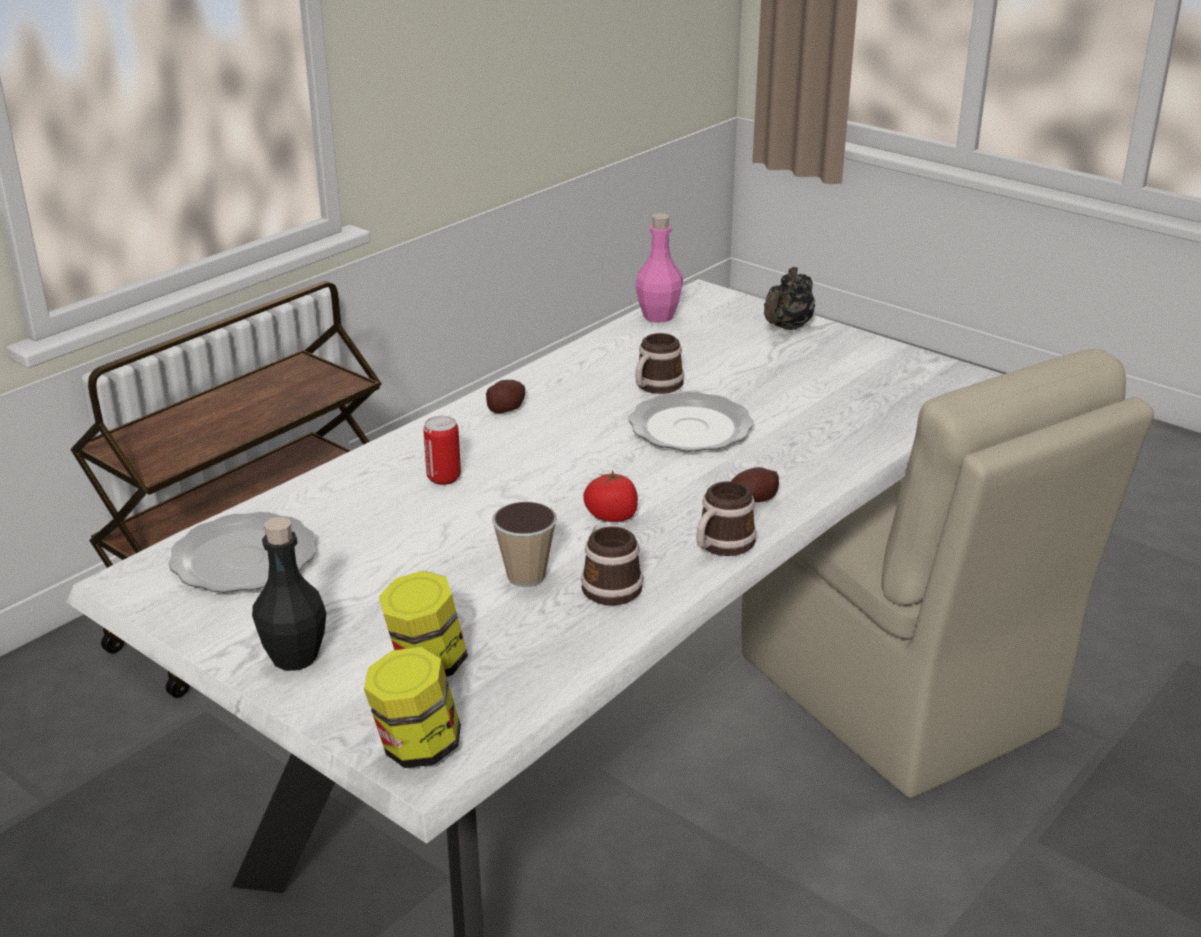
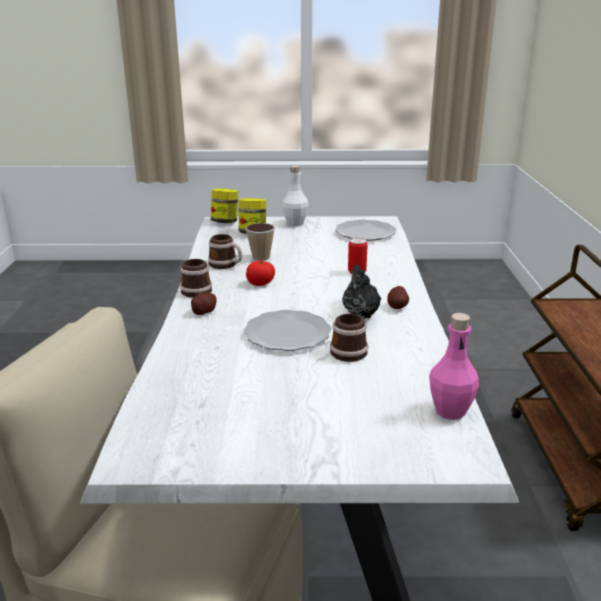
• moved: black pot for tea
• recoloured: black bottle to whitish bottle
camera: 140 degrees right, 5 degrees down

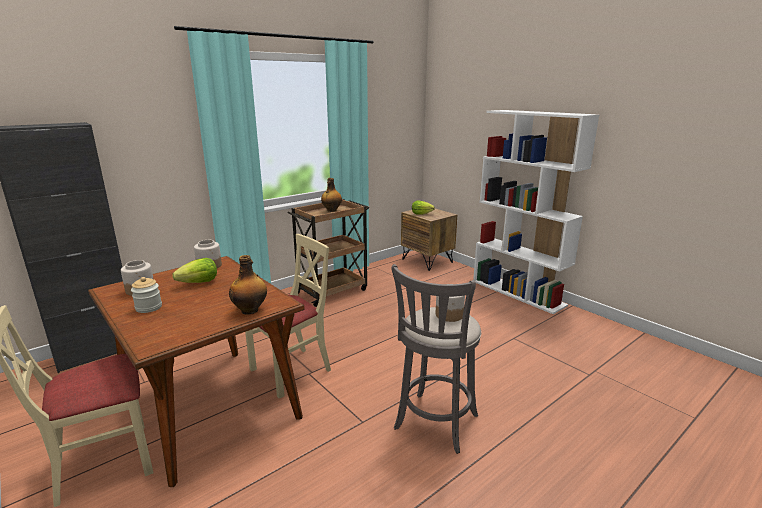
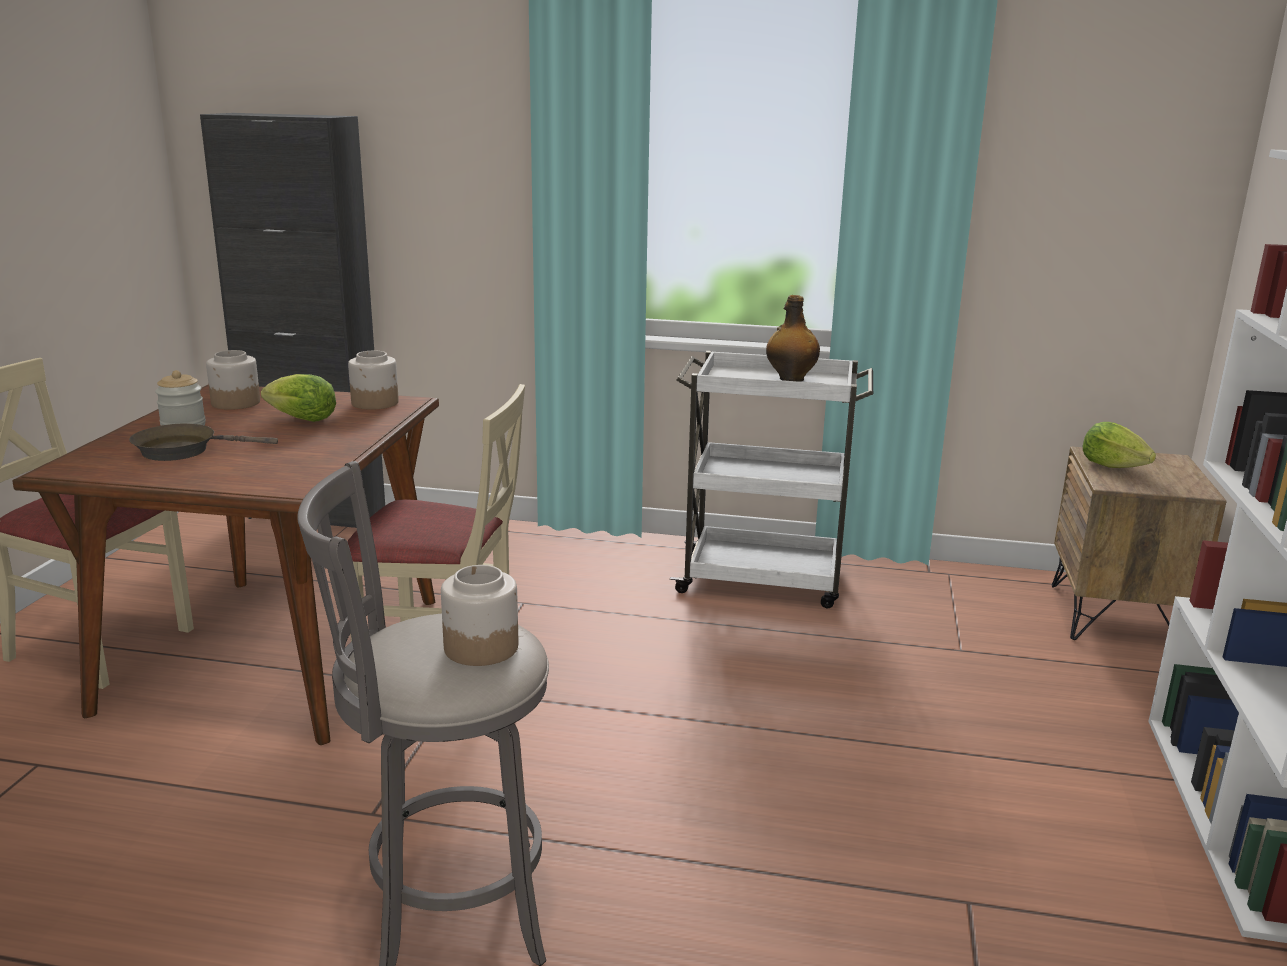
• recoloured: brown cart to whitish cart
• removed: bottle (1st from left)
• added: brown pan
camera: 50 degrees right, 0 degrees up

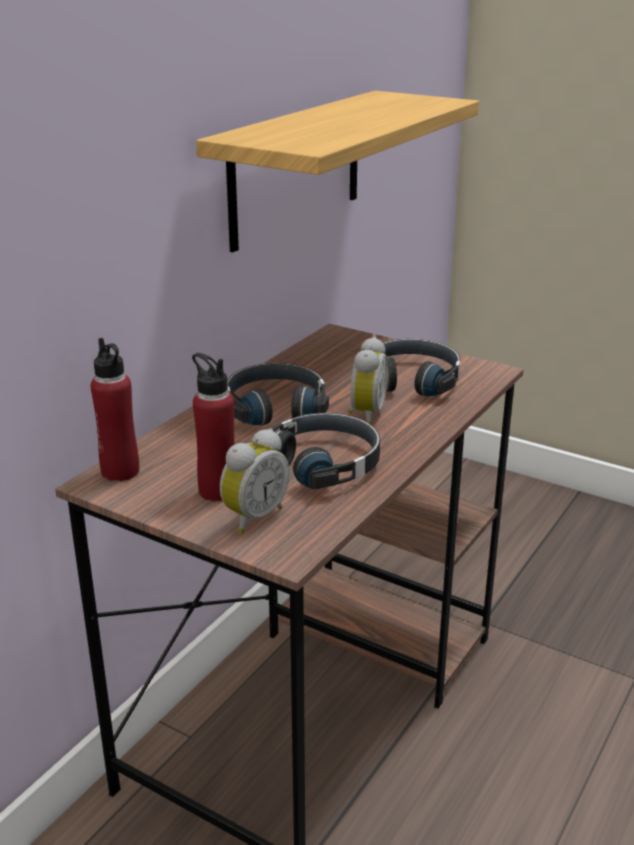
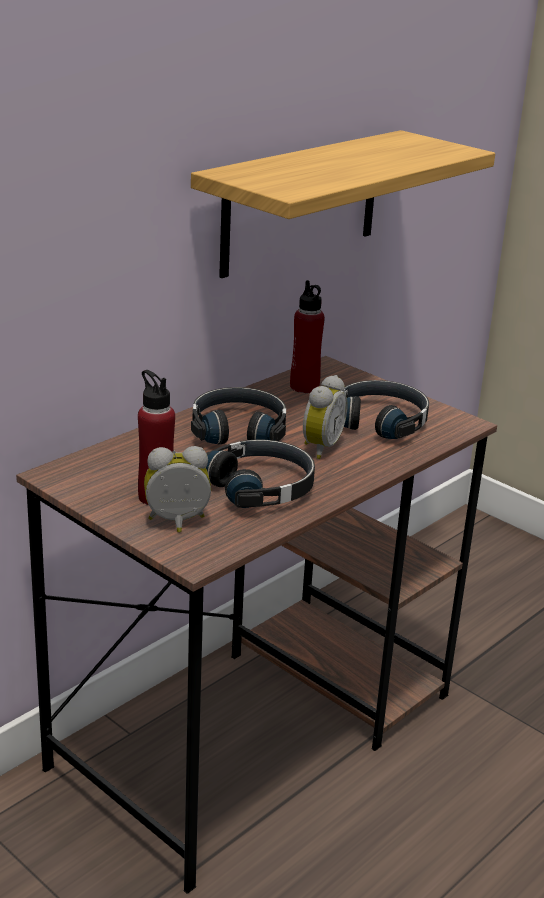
• moved: red-coloured bottle (1st from left in the first image) to red-coloured bottle (2nd from left)
• turned: table clock (1st from left) 150 degrees counterclockwise
camera: 10 degrees right, 0 degrees up

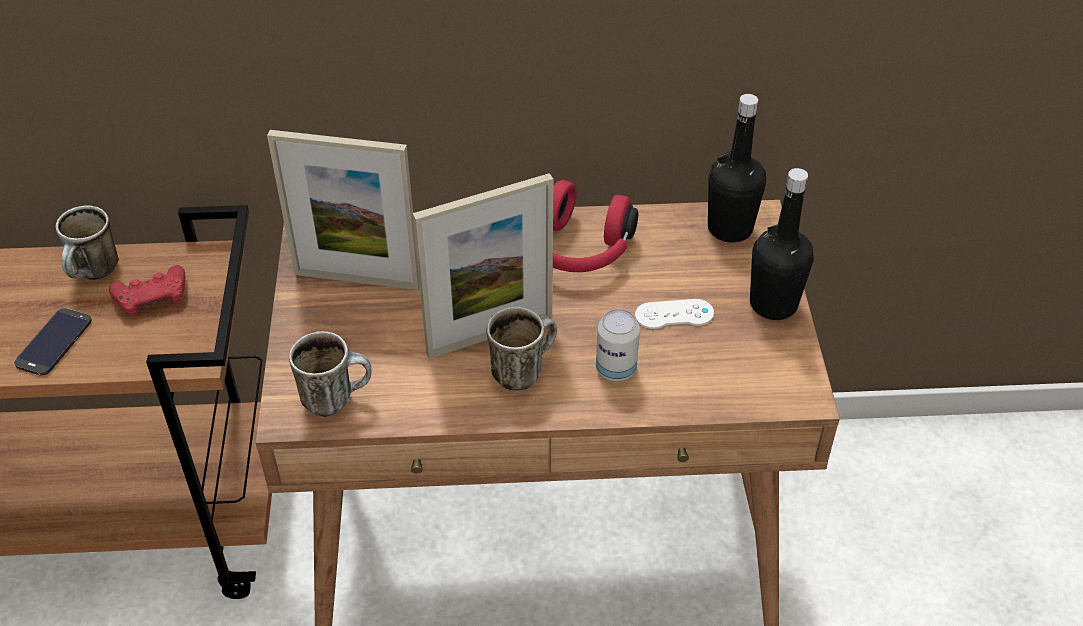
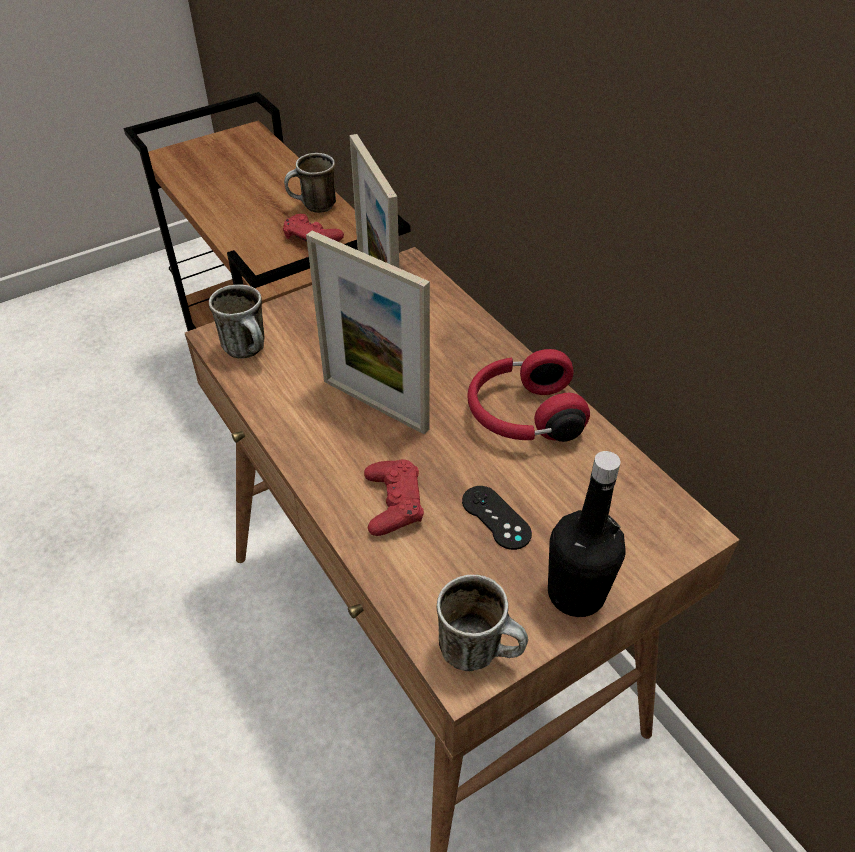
• removed: black bottle (1st from left)
• recoloured: whitish game controller to black game controller
• moved: tea mug (3rd from left)
• removed: phone
• replaced: metal can to red-coloured game controller (2nd from left)
camera: 60 degrees right, 0 degrees up

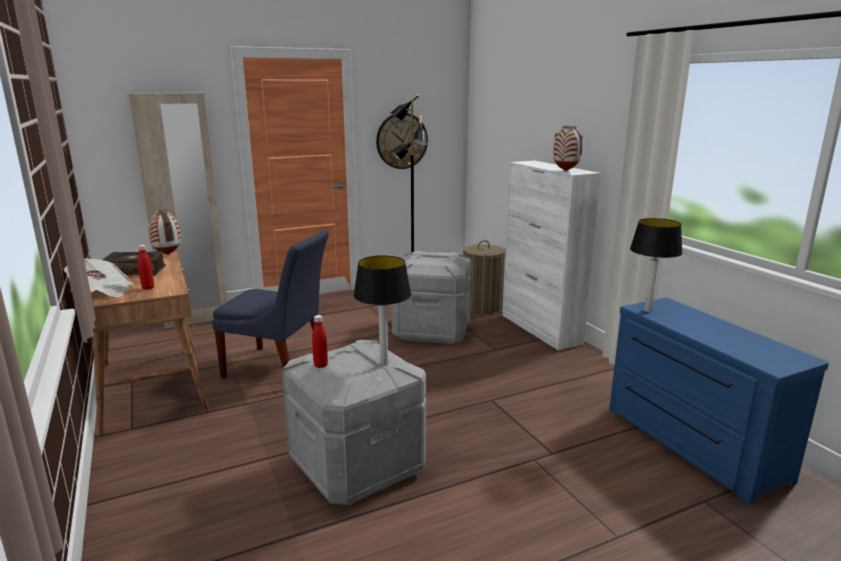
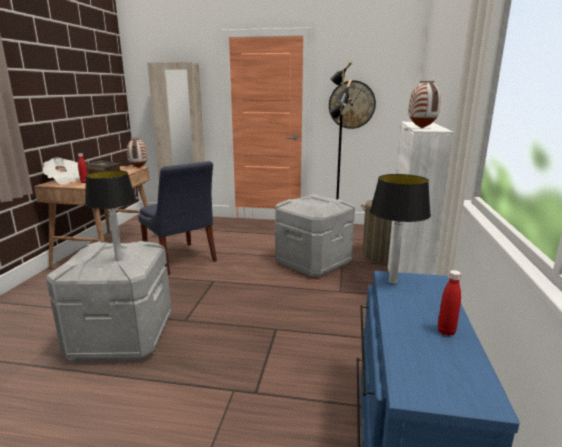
• moved: red-coloured bottle (2nd from left)
camera: 35 degrees right, 0 degrees up

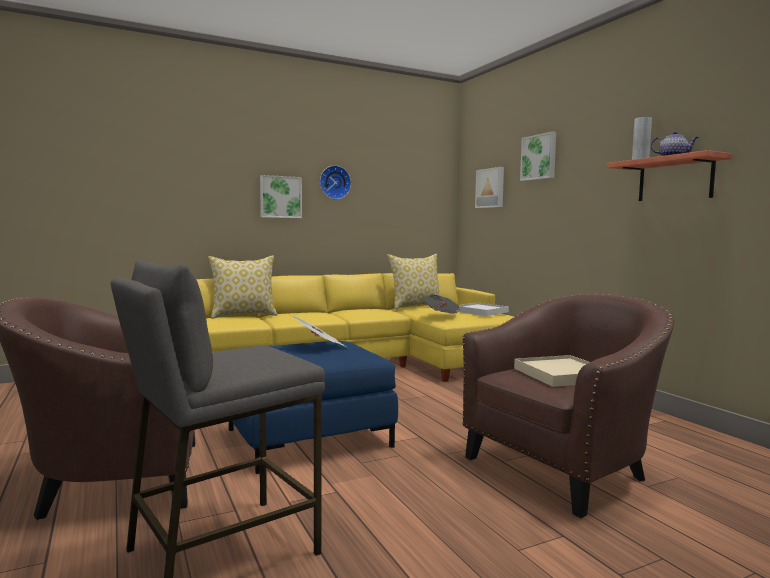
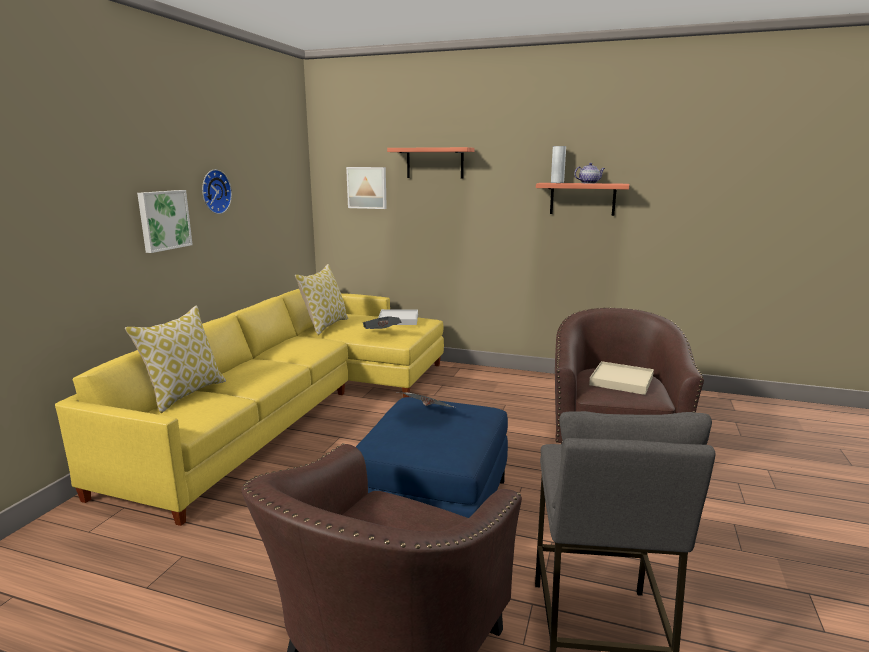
• replaced: picture (3rd from left) to wall shelf (1st from left)
camera: 45 degrees left, 10 degrees up

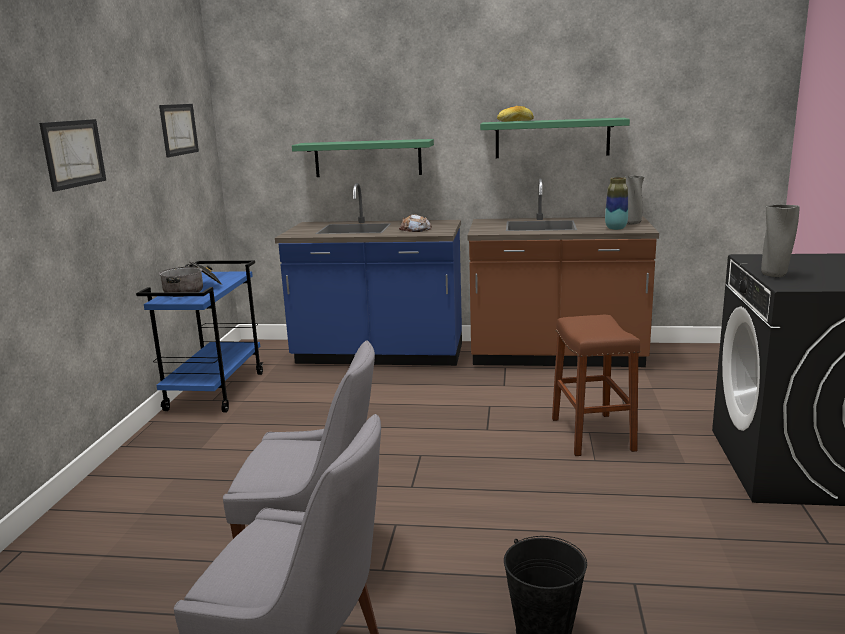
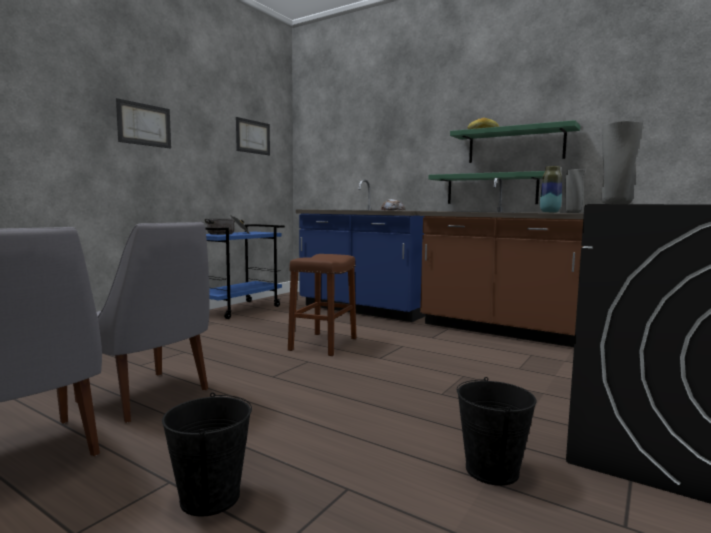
• moved: green wall shelf (1st from left)
• moved: brown sitting stool
• added: black water bucket (2nd from left)
camera: 25 degrees right, 10 degrees down

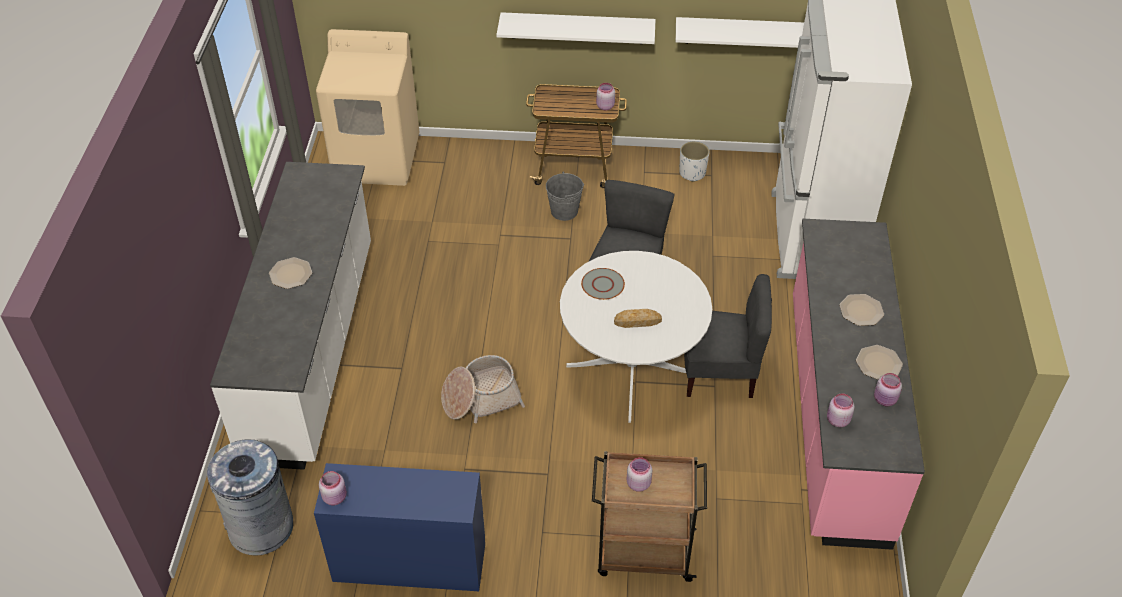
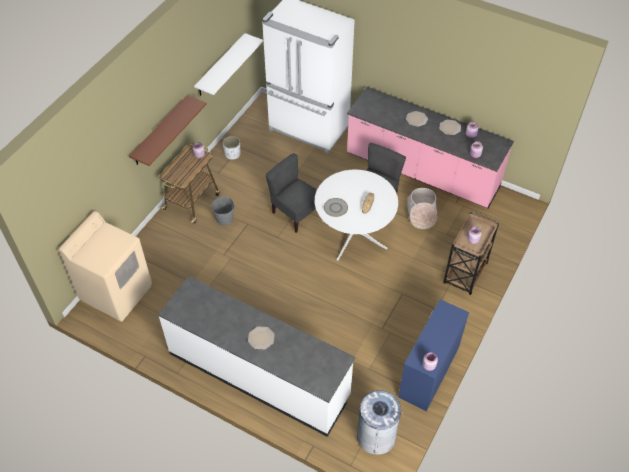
• recoloured: whitish wall shelf (1st from left) to brown wall shelf
• moved: household basket
camera: 65 degrees left, 5 degrees up

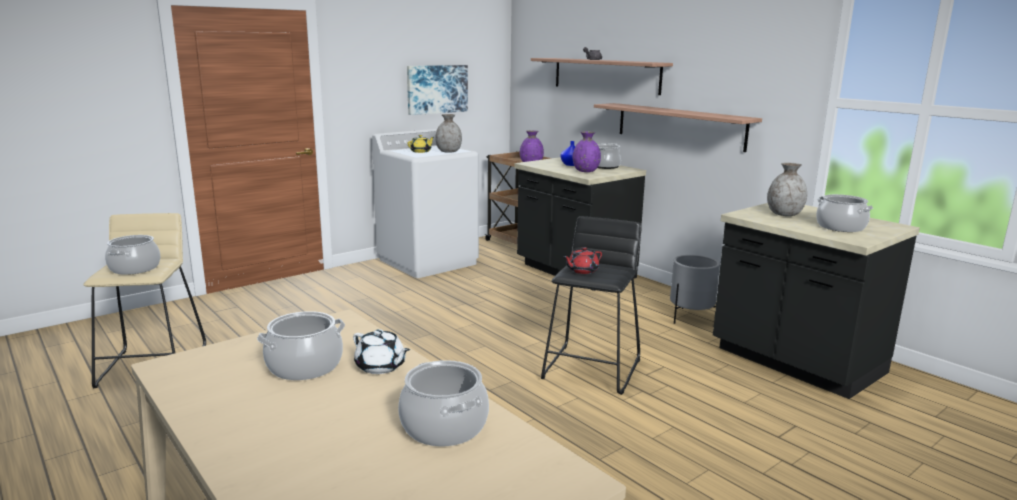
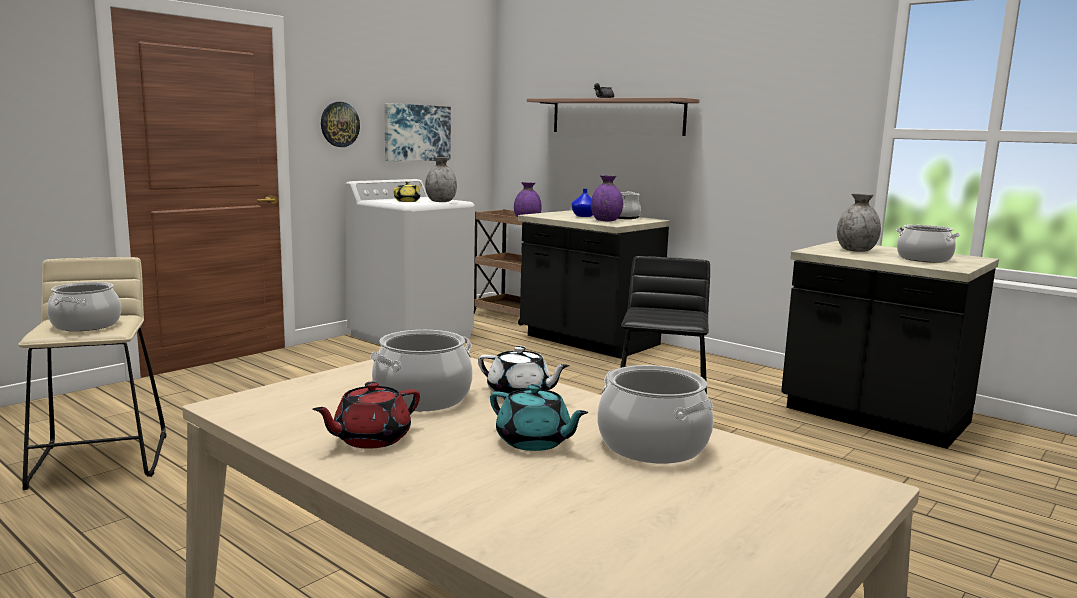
• removed: wall shelf (2nd from left)
• moved: red-coloured pot for tea
• removed: grey planter
• added: clock on the wall
• added: blue-green pot for tea
camera: 10 degrees left, 5 degrees down

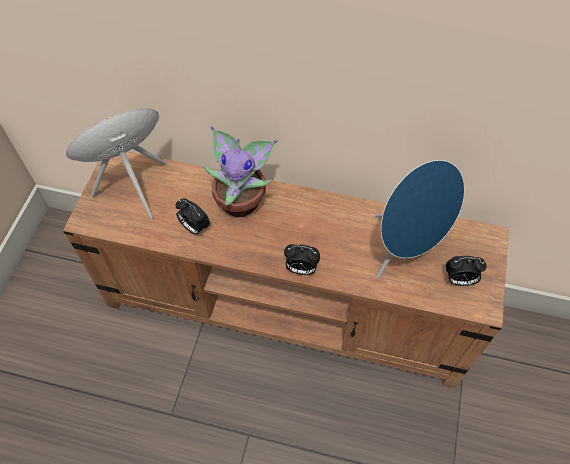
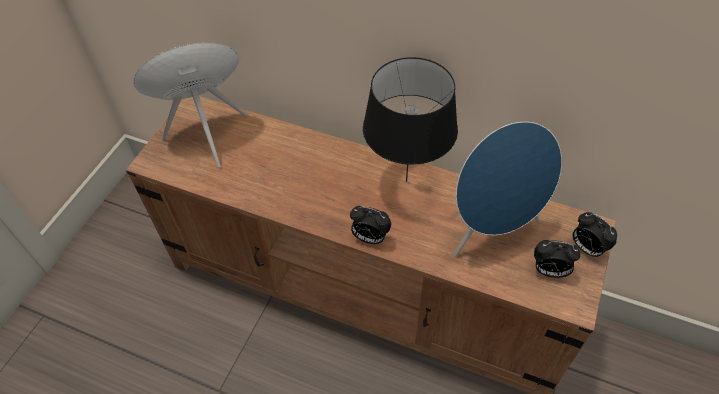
• removed: houseplant
• moved: table clock (1st from left in the first image) to table clock (3rd from left)
• added: black tabletop lamp
camera: 10 degrees right, 5 degrees down

